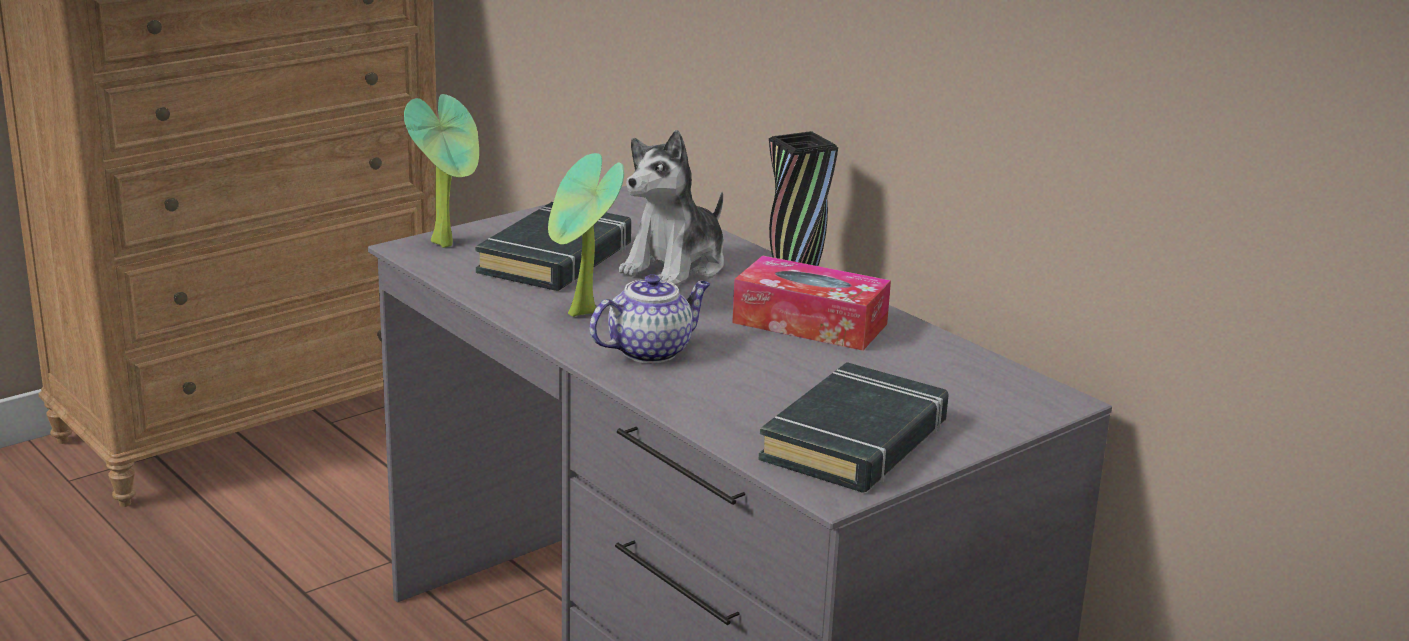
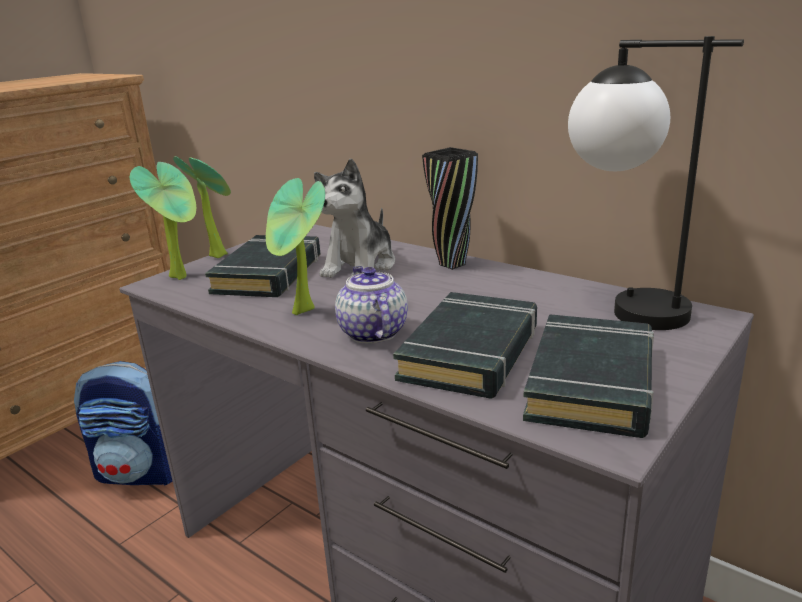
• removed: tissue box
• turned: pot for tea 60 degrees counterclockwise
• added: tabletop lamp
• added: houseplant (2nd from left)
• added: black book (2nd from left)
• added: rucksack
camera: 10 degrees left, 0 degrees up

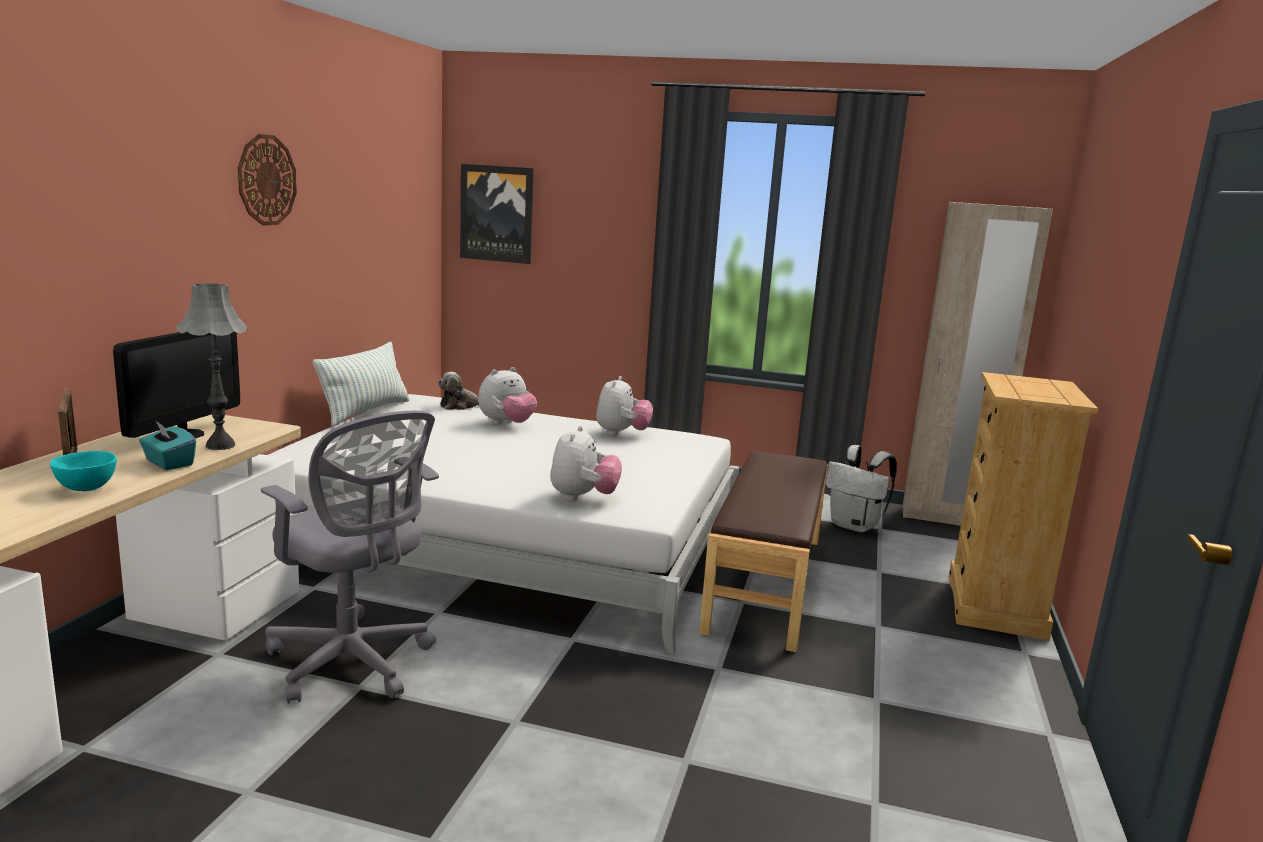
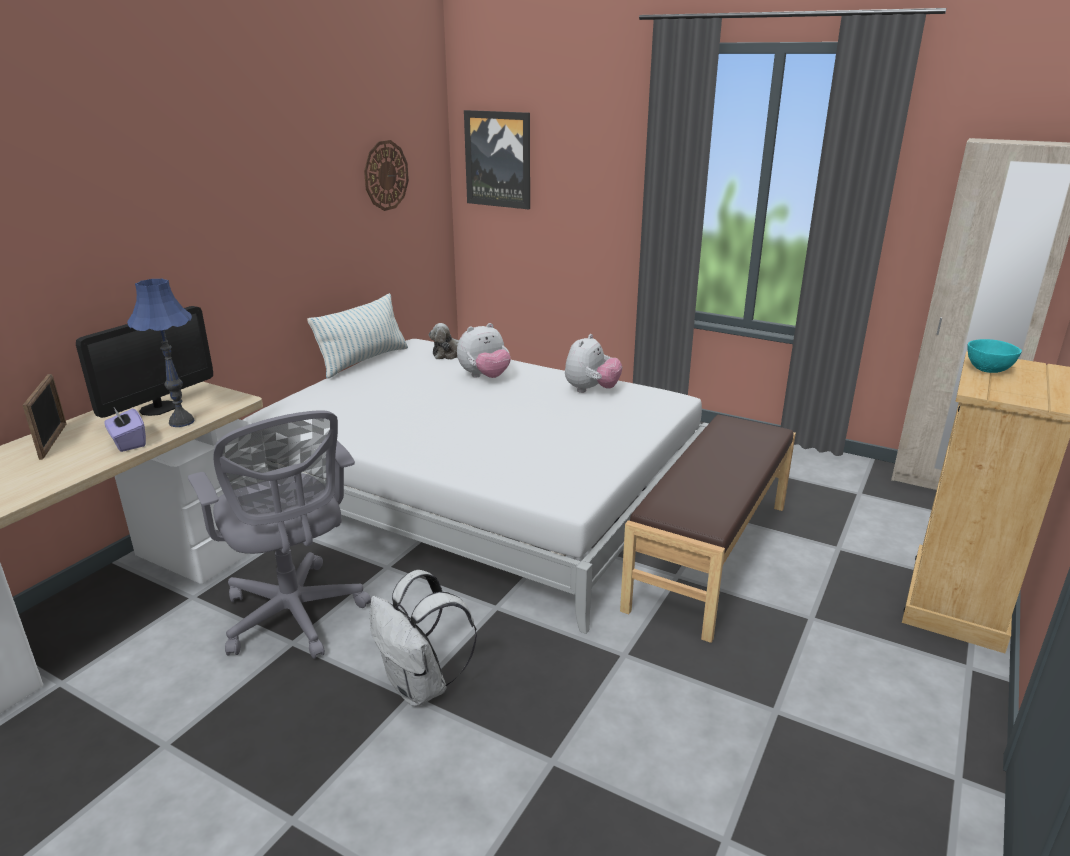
• moved: clock on the wall
• recoloured: grey tabletop lamp to bluish tabletop lamp
• recoloured: blue-green tissue box to purplish tissue box
• removed: cuddly toy (3rd from left)
• moved: whitish rucksack
• moved: blue-green bowl
camera: 15 degrees right, 10 degrees up

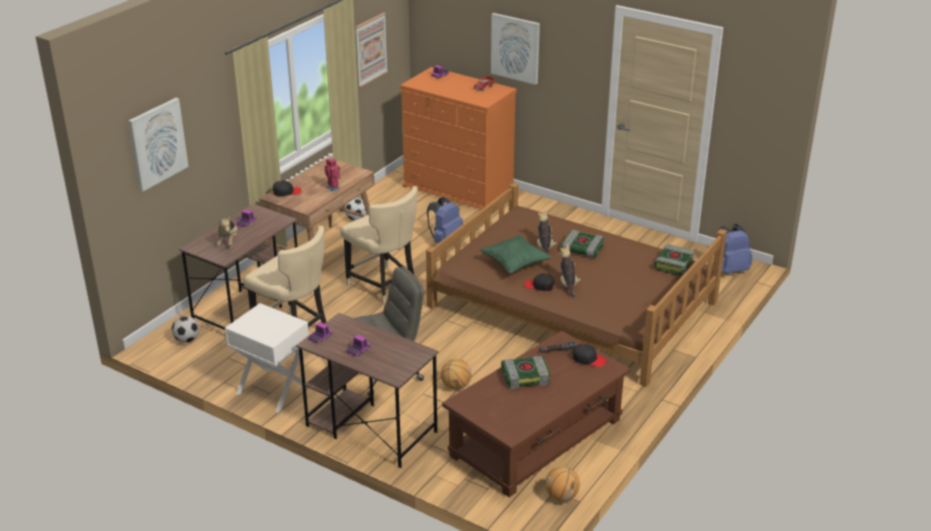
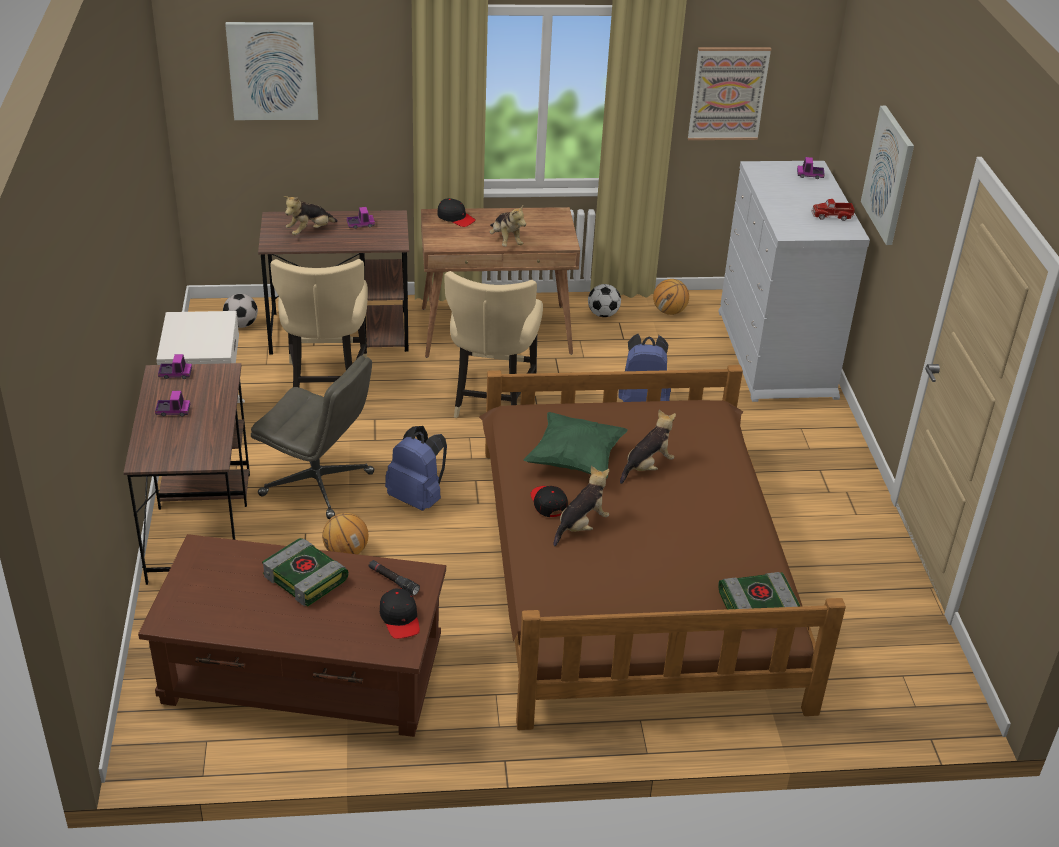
• recoloured: orange chest of drawers to whitish chest of drawers
• replaced: toy robot to cuddly toy (2nd from left)
• moved: bluish rucksack (2nd from left in the first image) to bluish rucksack (1st from left)
• removed: book (2nd from left)
• moved: basketball (2nd from left)
camera: 50 degrees right, 5 degrees up

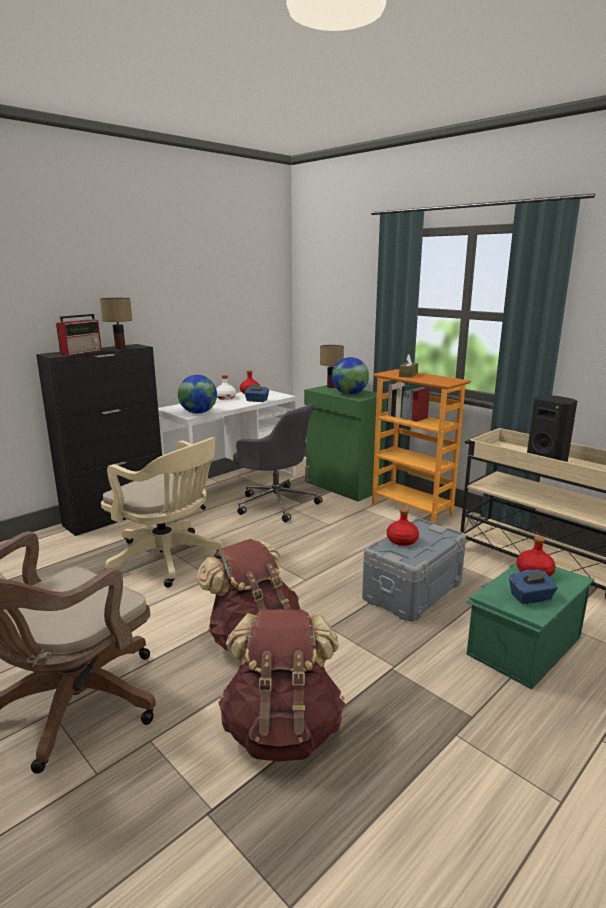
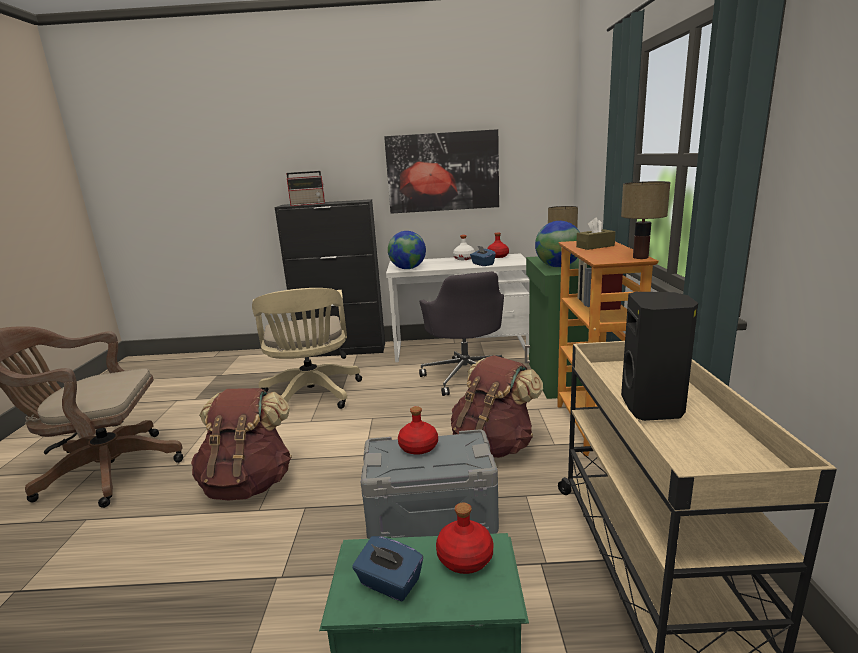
• moved: tabletop lamp (1st from left in the first image) to tabletop lamp (2nd from left)
• moved: brown rucksack (2nd from left)
• added: picture
camera: 45 degrees right, 0 degrees up

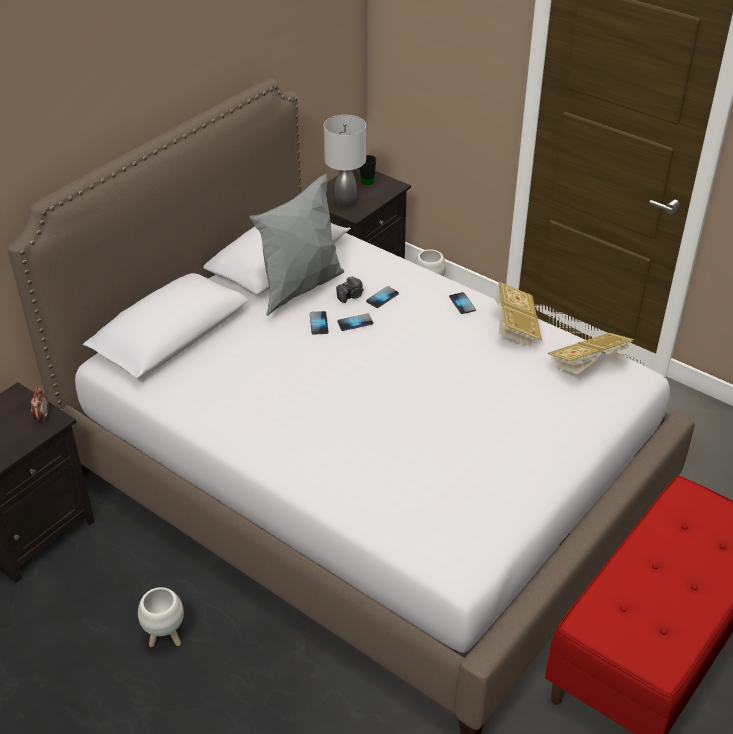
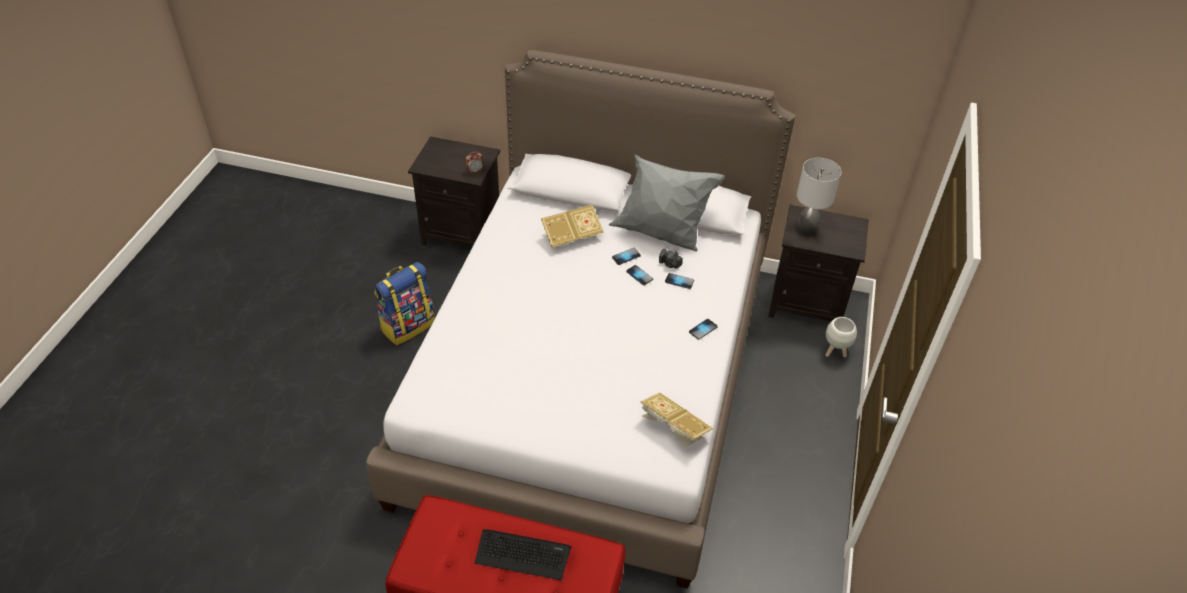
• removed: black tea mug
• moved: book (1st from left)
• replaced: whitish planter (1st from left) to rucksack
• added: PC keyboard
camera: 65 degrees right, 5 degrees up

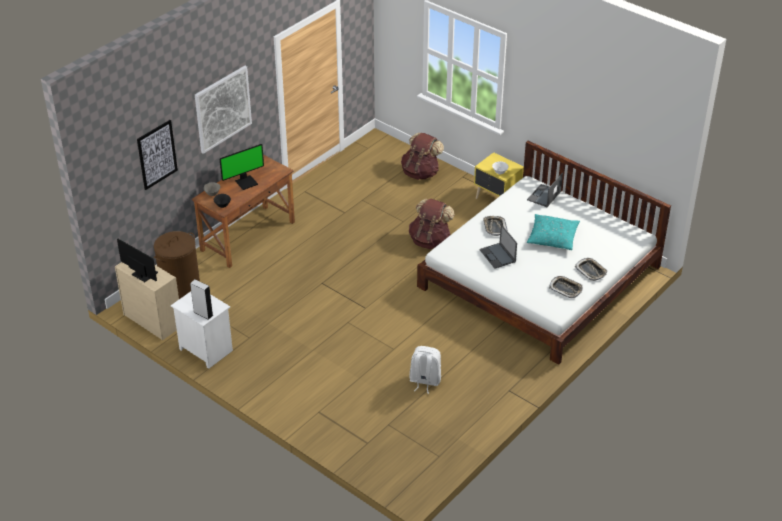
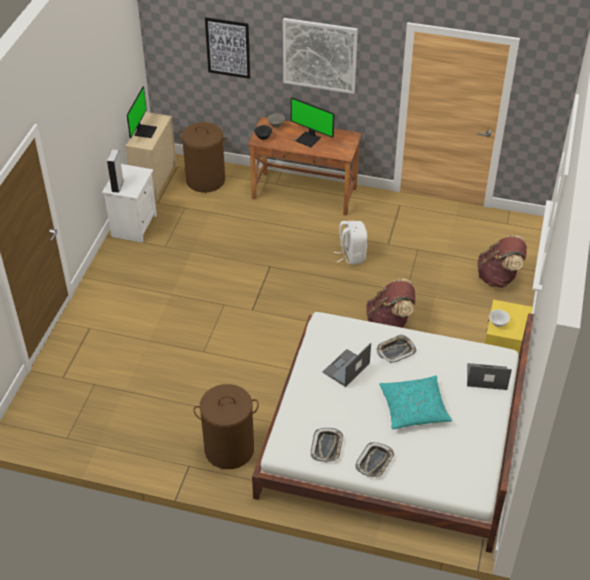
• moved: whitish rucksack
• added: brown laundry basket (2nd from left)
camera: 65 degrees right, 5 degrees up

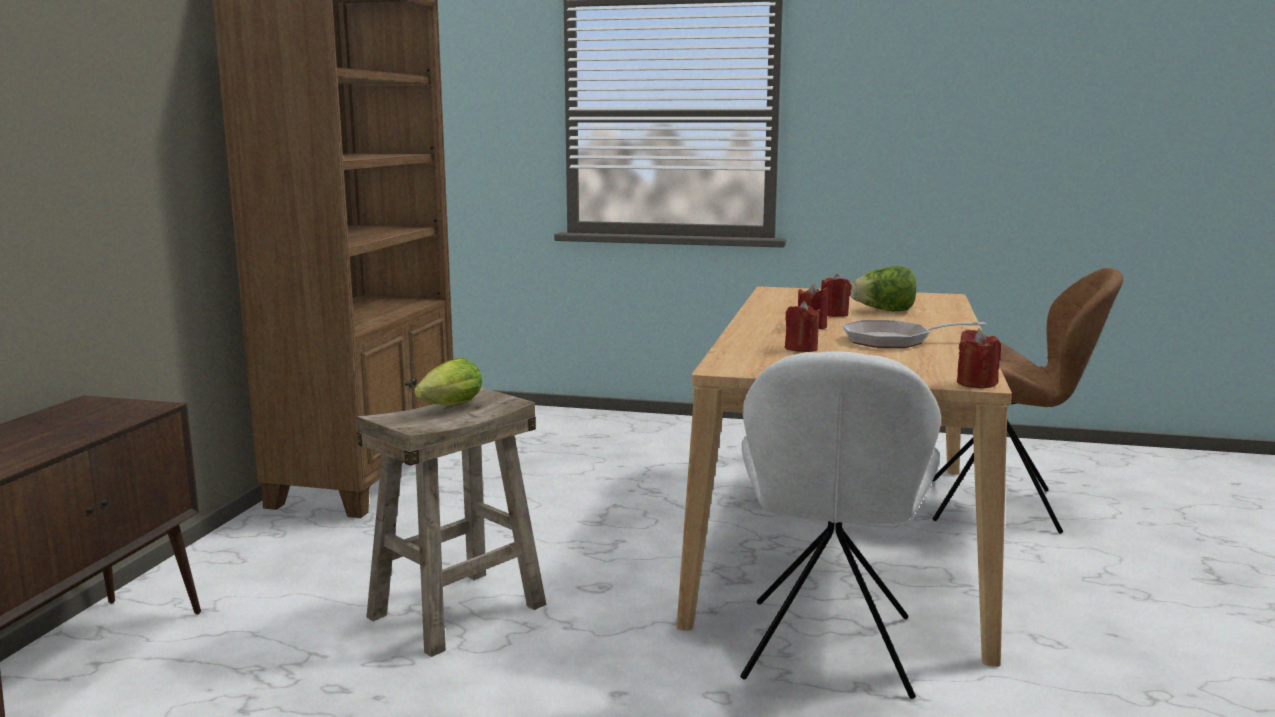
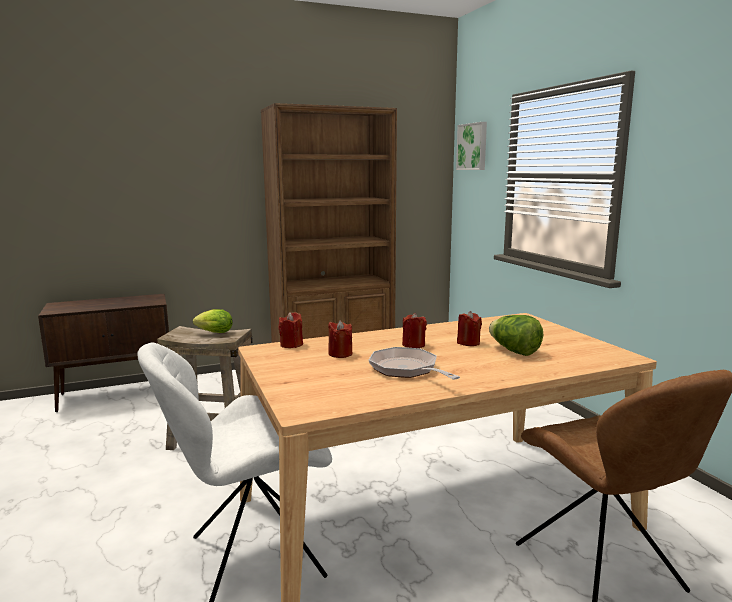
• moved: red-coloured wax light (4th from left in the first image) to red-coloured wax light (1st from left)
• added: picture
camera: 55 degrees right, 0 degrees up

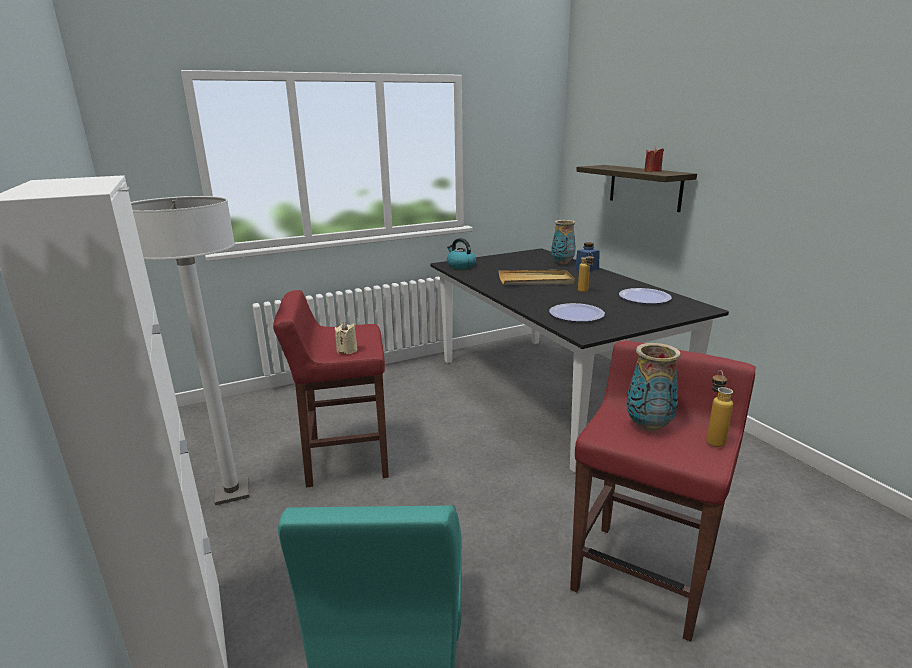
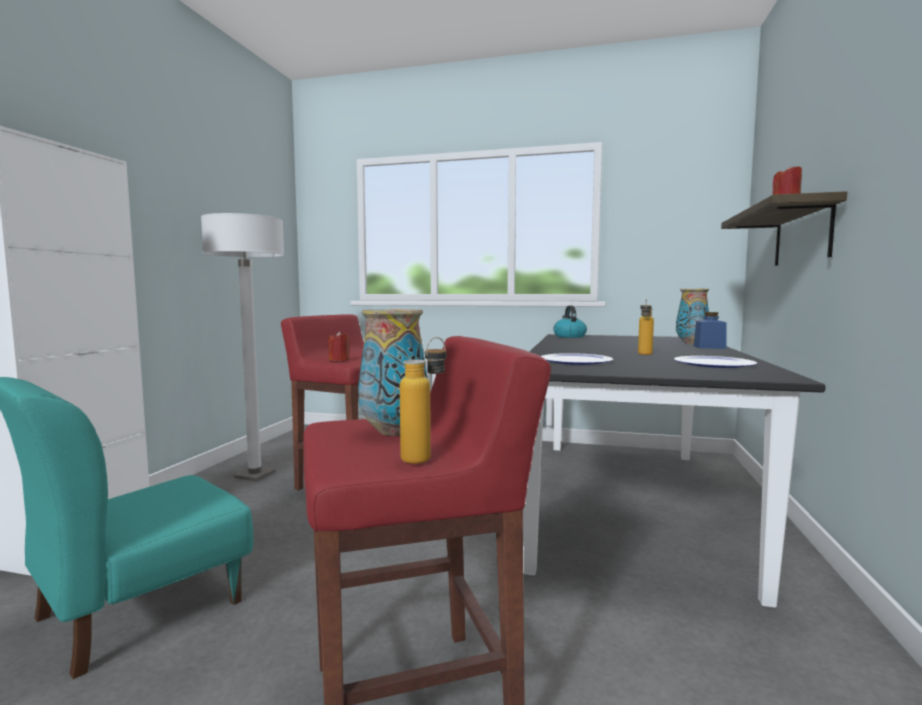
• removed: beige tray
• recoloured: beige wax light to red-coloured wax light (1st from left)
camera: 40 degrees right, 15 degrees down

